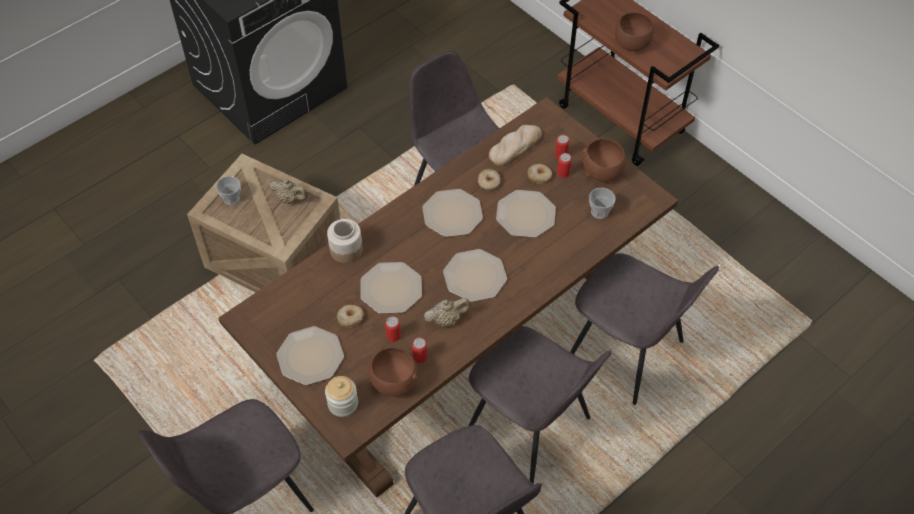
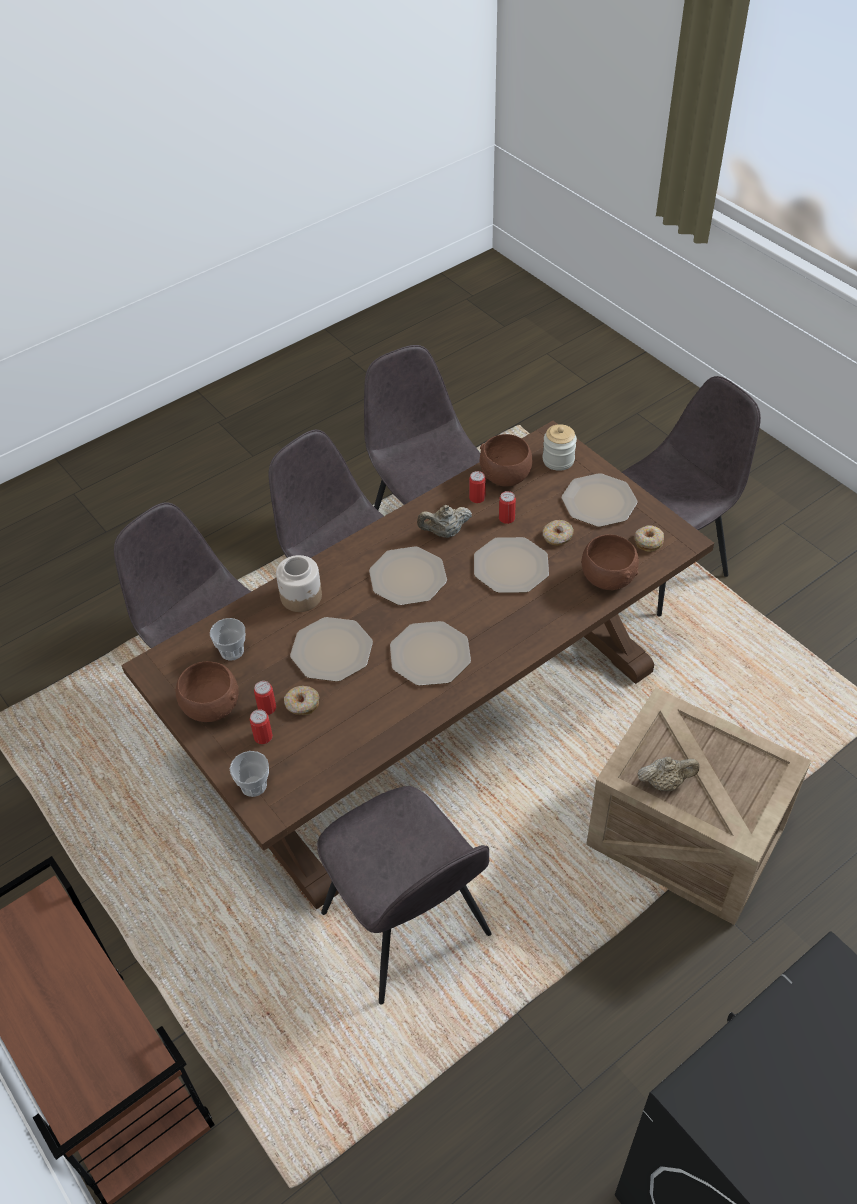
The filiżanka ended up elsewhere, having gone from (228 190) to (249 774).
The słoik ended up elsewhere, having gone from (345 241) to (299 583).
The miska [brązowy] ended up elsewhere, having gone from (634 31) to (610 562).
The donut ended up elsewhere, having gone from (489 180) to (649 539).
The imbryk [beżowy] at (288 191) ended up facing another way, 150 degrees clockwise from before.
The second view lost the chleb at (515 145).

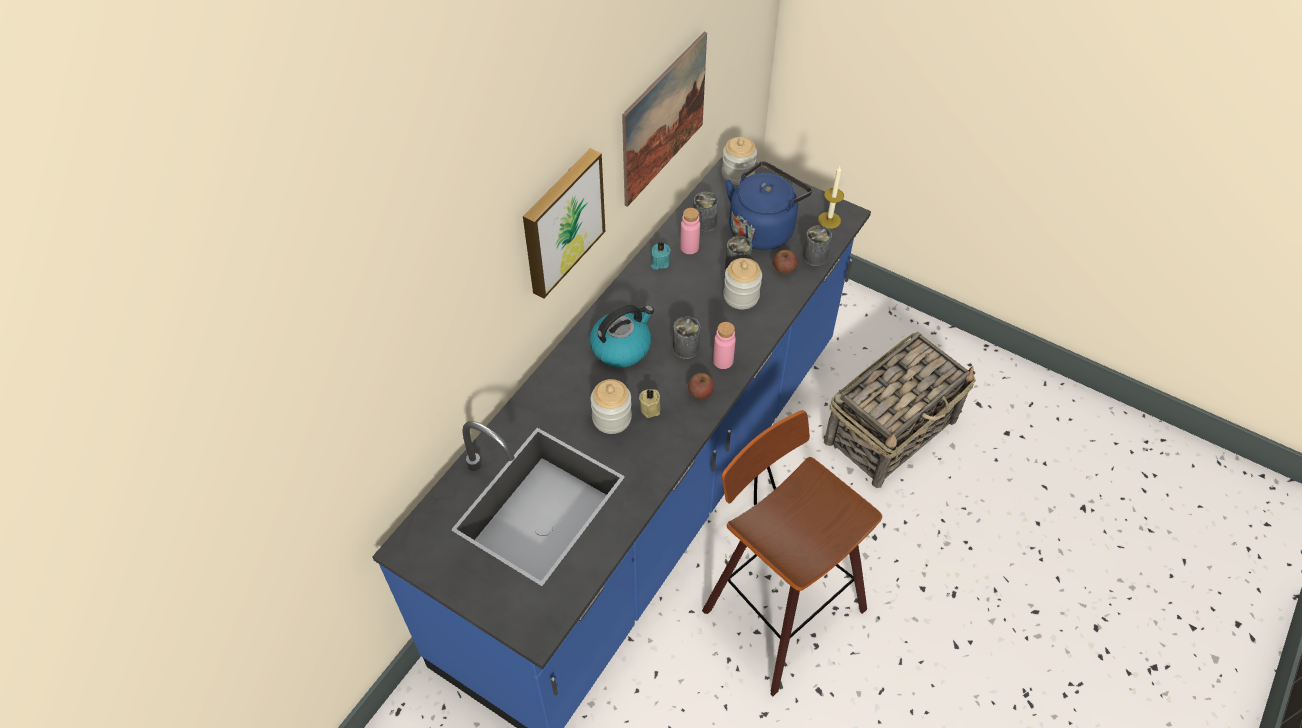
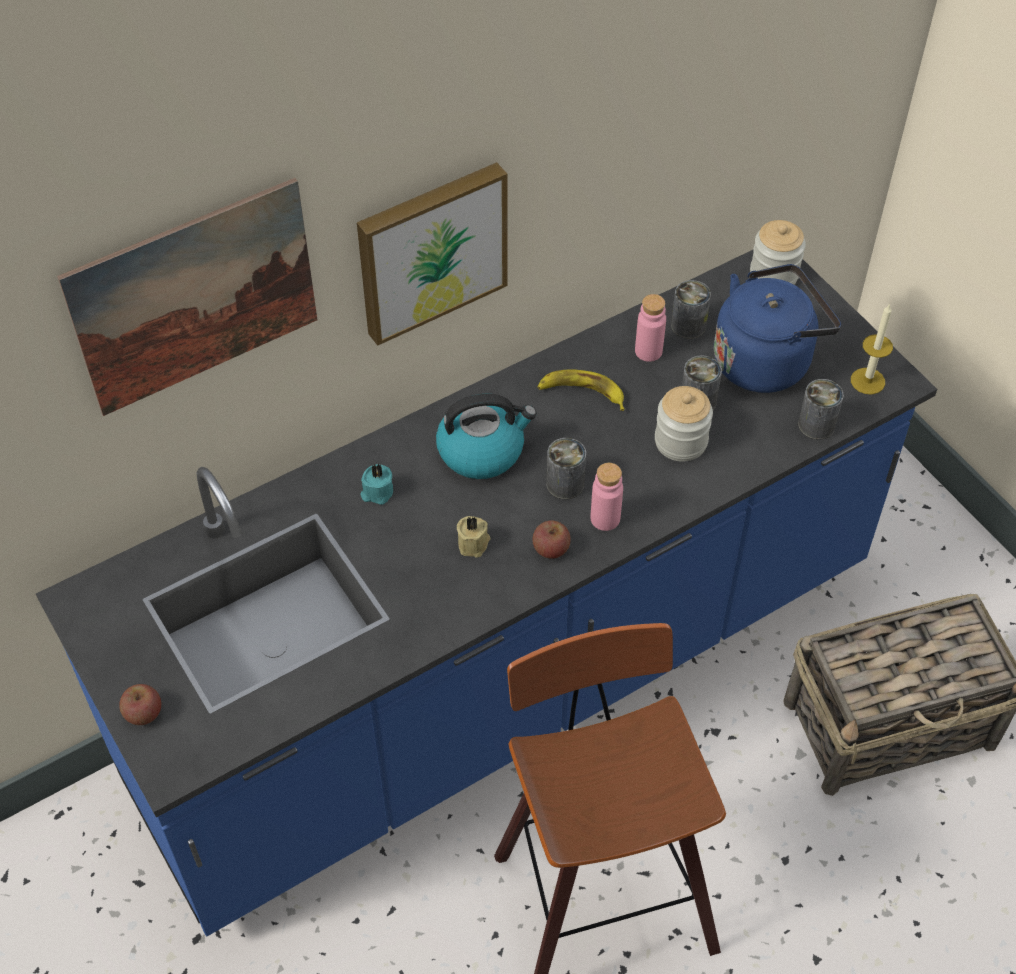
The obraz ended up elsewhere, having gone from (664 119) to (187 297).
The jabłko ended up elsewhere, having gone from (785 262) to (140 704).
The świeca [turkusowy] ended up elsewhere, having gone from (661 256) to (377 484).
The second view gained the banan at (581 390).
The second view lost the słoik at (611 406).

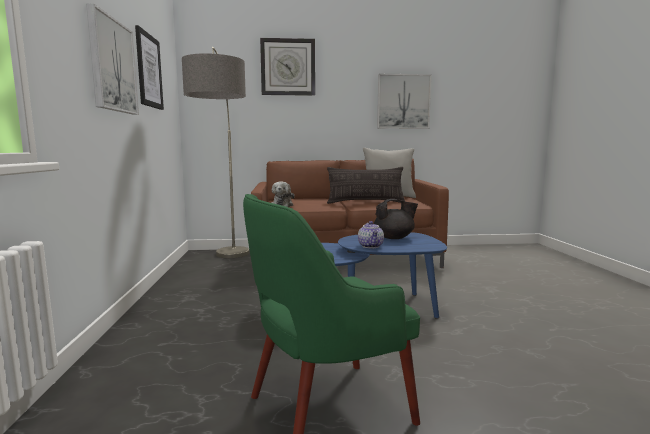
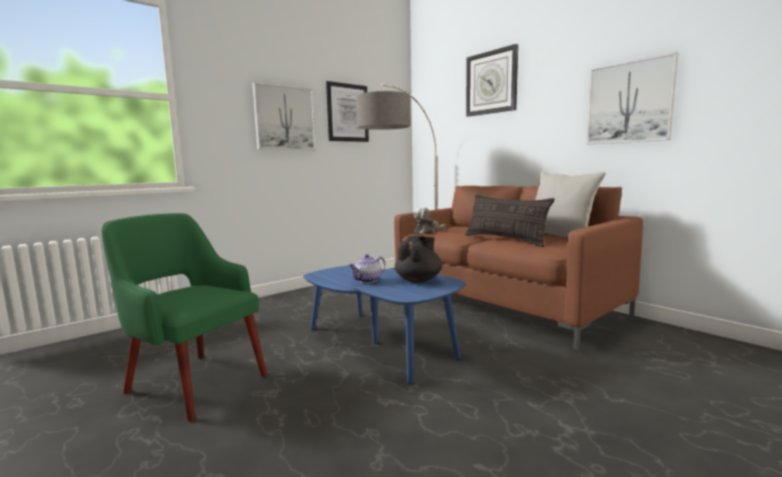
The imbryk [czarny] at (396 219) ended up facing another way, 105 degrees counterclockwise from before.

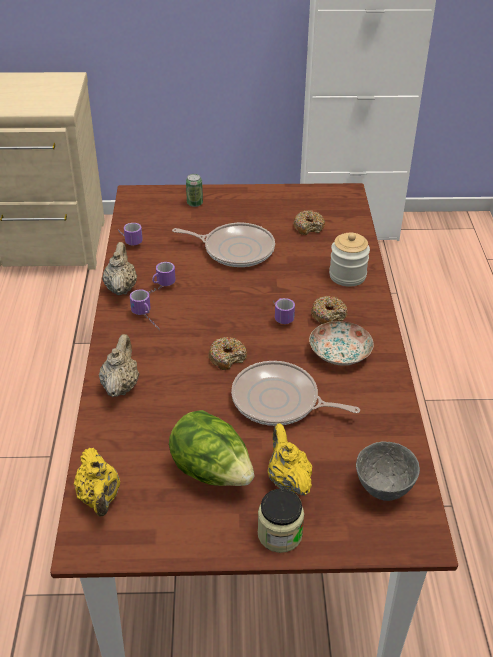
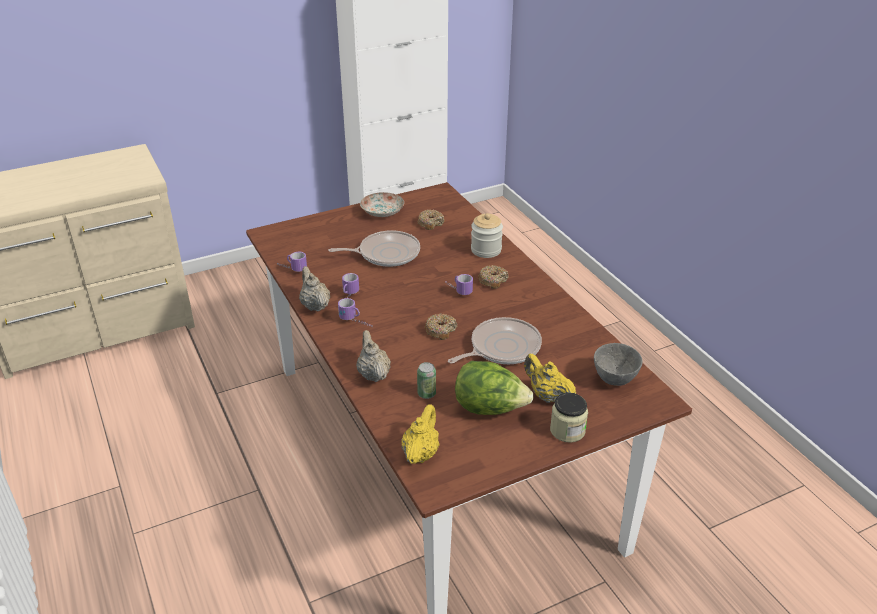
The talerz ended up elsewhere, having gone from (341 343) to (382 204).
The imbryk [żółty] at (97 482) ended up facing another way, 120 degrees counterclockwise from before.
The puszka ended up elsewhere, having gone from (194 190) to (426 380).
The patelnia at (295 393) ended up facing another way, 150 degrees clockwise from before.

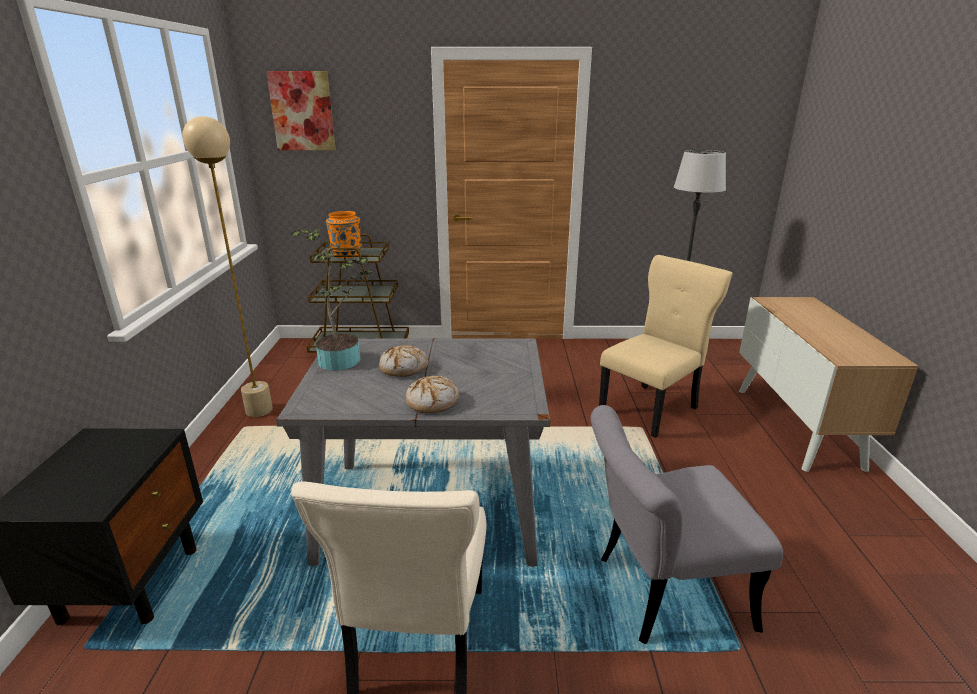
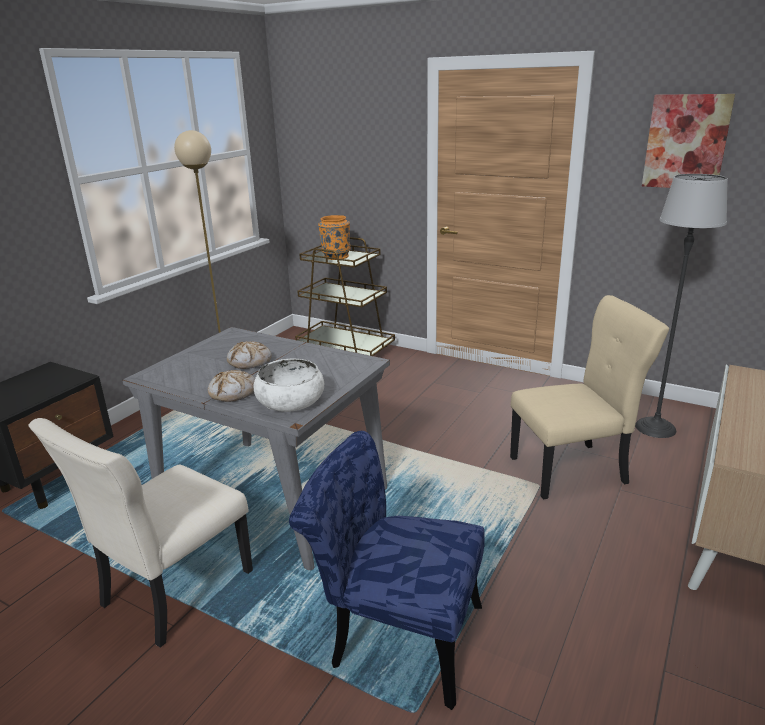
The second view gained the miska [biały] at (288 385).
What was the krzesło [szary] at (686 524) turned into the krzesło [niebieski] at (387 570).
The obraz ended up elsewhere, having gone from (301 110) to (688 141).
The second view lost the roślina doniczkowa at (331 300).

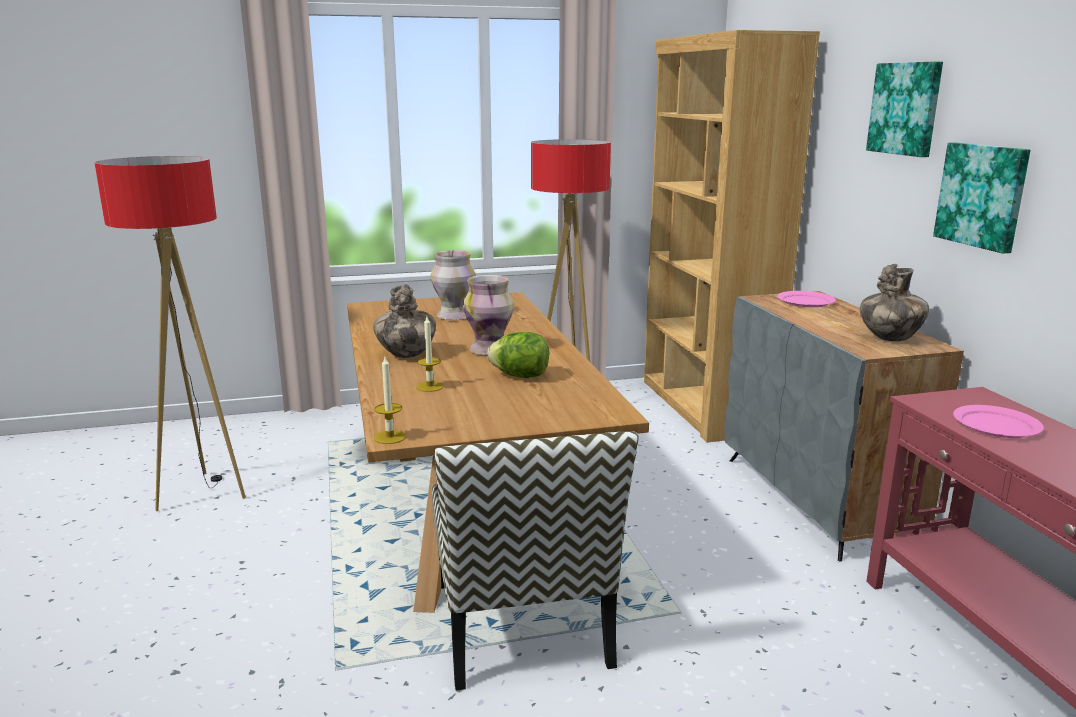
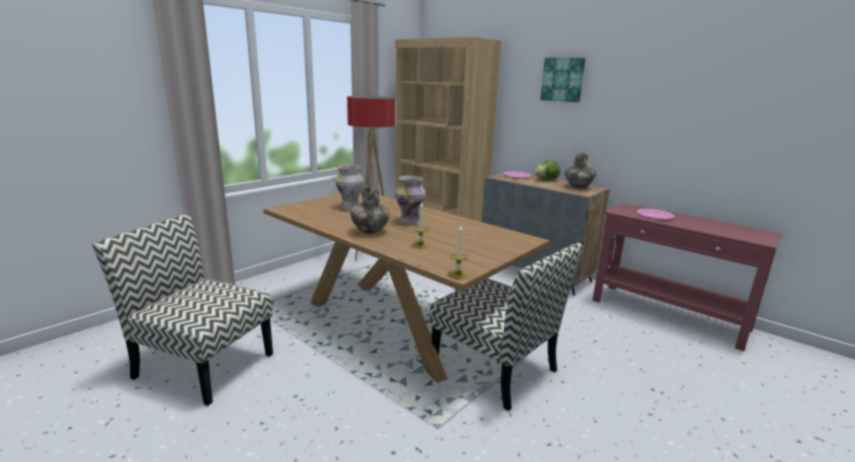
Where the lampa stojąca stood at (170 333), the krzesło came to stand at (182 310).
The sałata ended up elsewhere, having gone from (518 355) to (547 170).
The second view lost the obraz at (981 198).

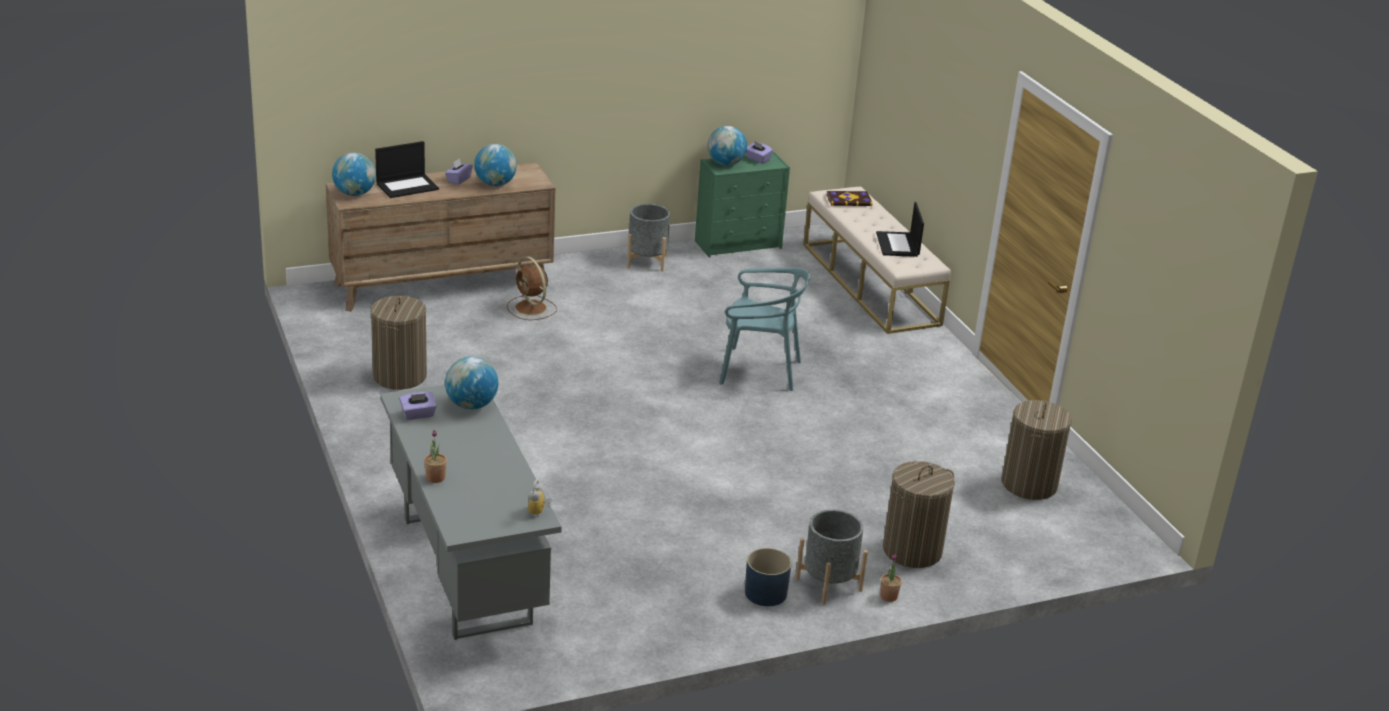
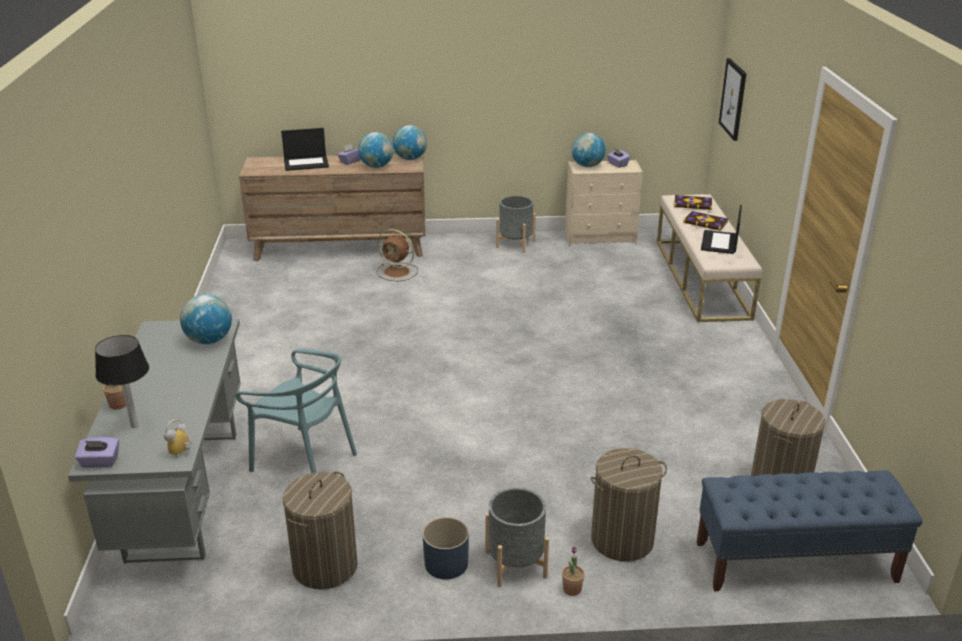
The pudełko chusteczek [fioletowy] ended up elsewhere, having gone from (418 406) to (97 452).
The second view gained the lampa stołowa at (122 381).
The krzesło [turkusowy] ended up elsewhere, having gone from (764 329) to (296 411).
The kosz na pranie ended up elsewhere, having gone from (399 343) to (320 531).
The wentylator [brązowy] at (532 288) ended up facing another way, 45 degrees counterclockwise from before.
The globus ended up elsewhere, having gone from (354 174) to (410 142).
What was the komoda [zielony] at (742 205) turned into the komoda [beżowy] at (604 202).
The second view gained the książka at (705 221).
The second view gained the ławka [niebieski] at (809 530).
The second view gained the obraz at (732 99).

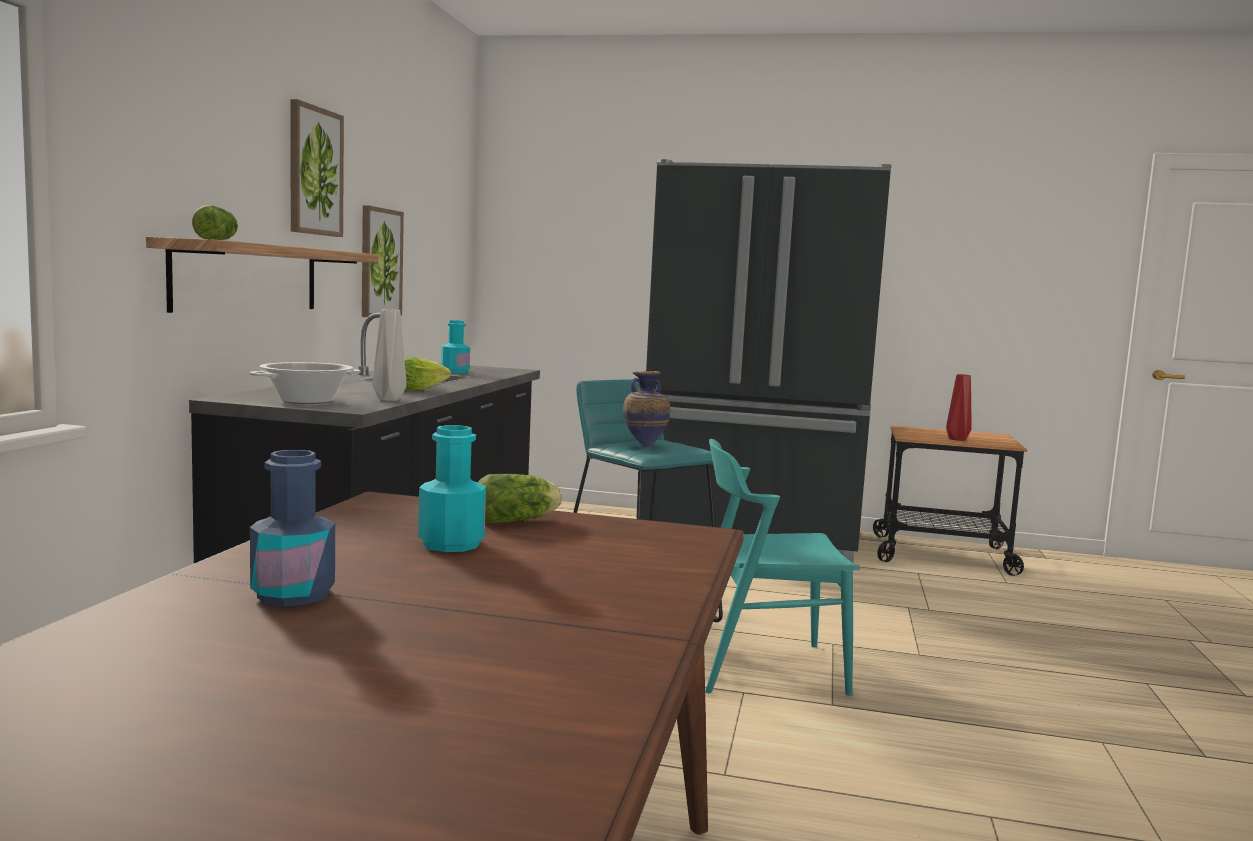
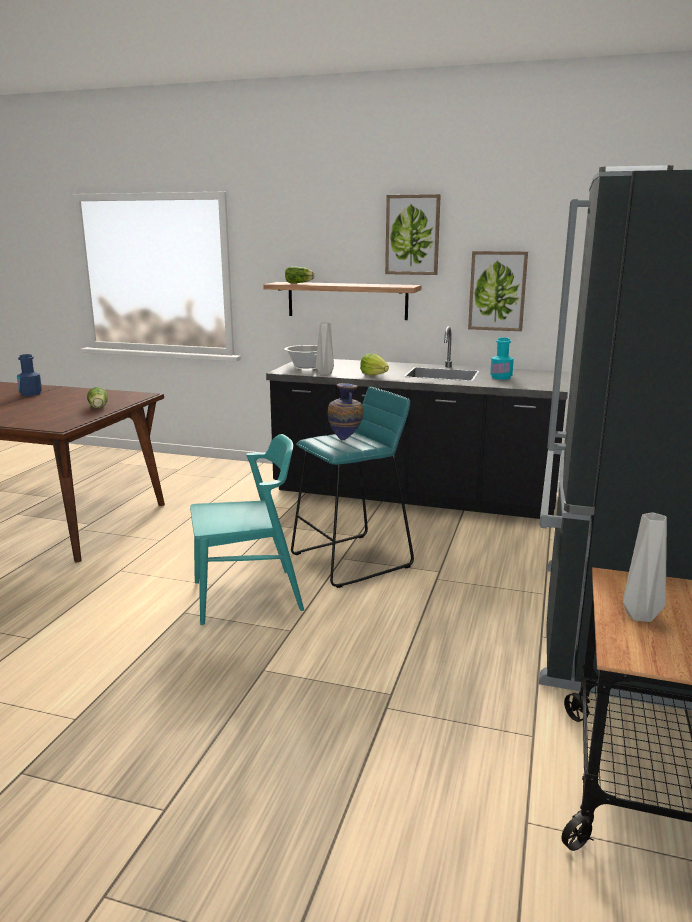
The krzesło [turkusowy] at (782 567) ended up facing another way, 75 degrees clockwise from before.
What was the wazon [czerwony] at (959 407) turned into the wazon [szary] at (645 567).
The second view lost the butelka [turkusowy] at (452 488).

